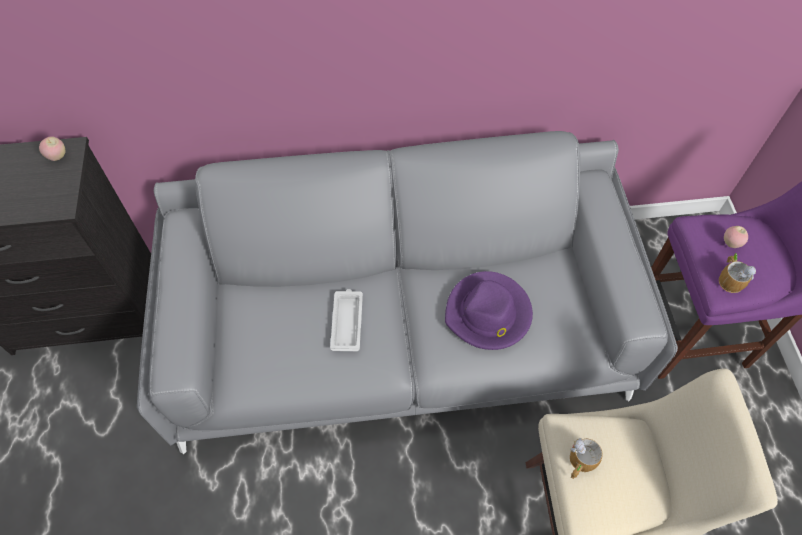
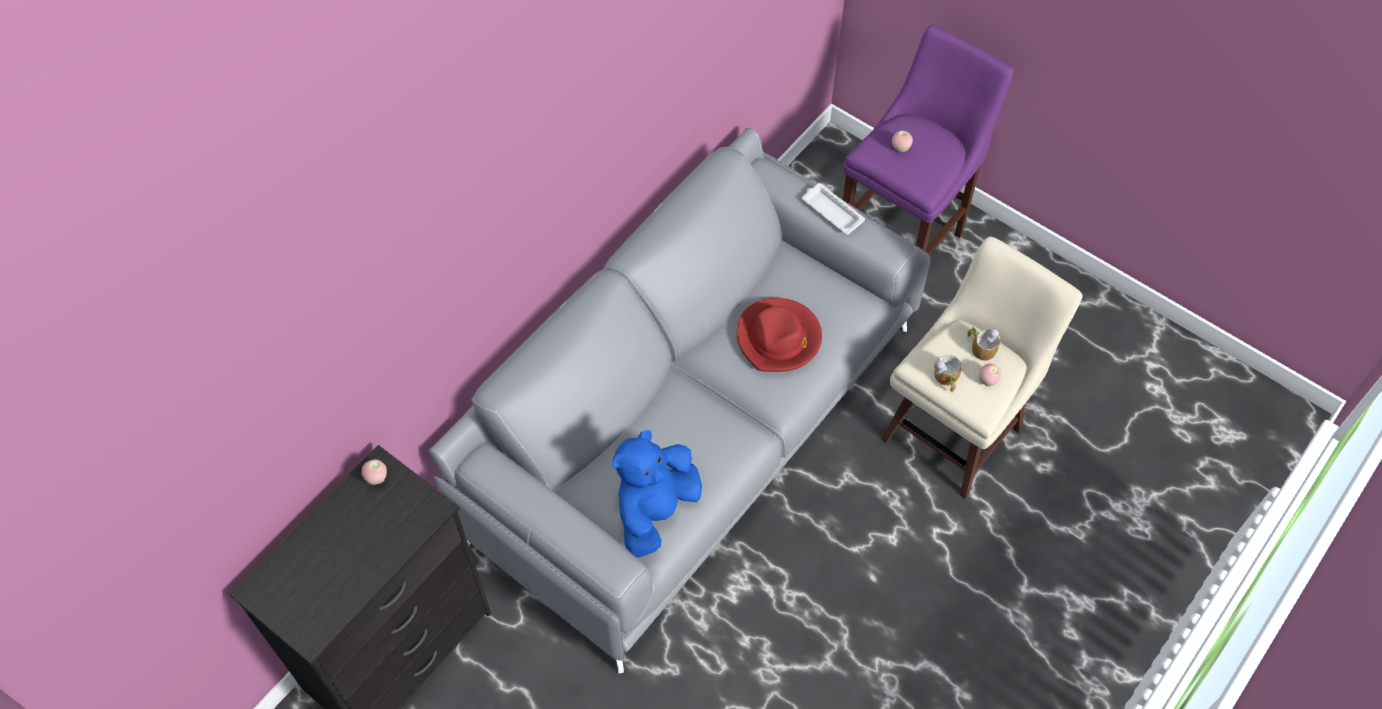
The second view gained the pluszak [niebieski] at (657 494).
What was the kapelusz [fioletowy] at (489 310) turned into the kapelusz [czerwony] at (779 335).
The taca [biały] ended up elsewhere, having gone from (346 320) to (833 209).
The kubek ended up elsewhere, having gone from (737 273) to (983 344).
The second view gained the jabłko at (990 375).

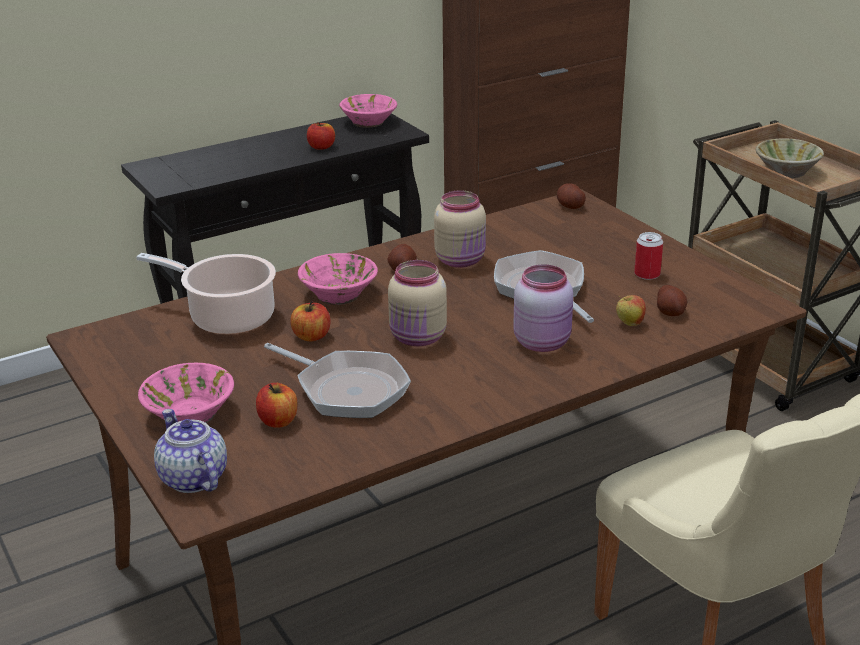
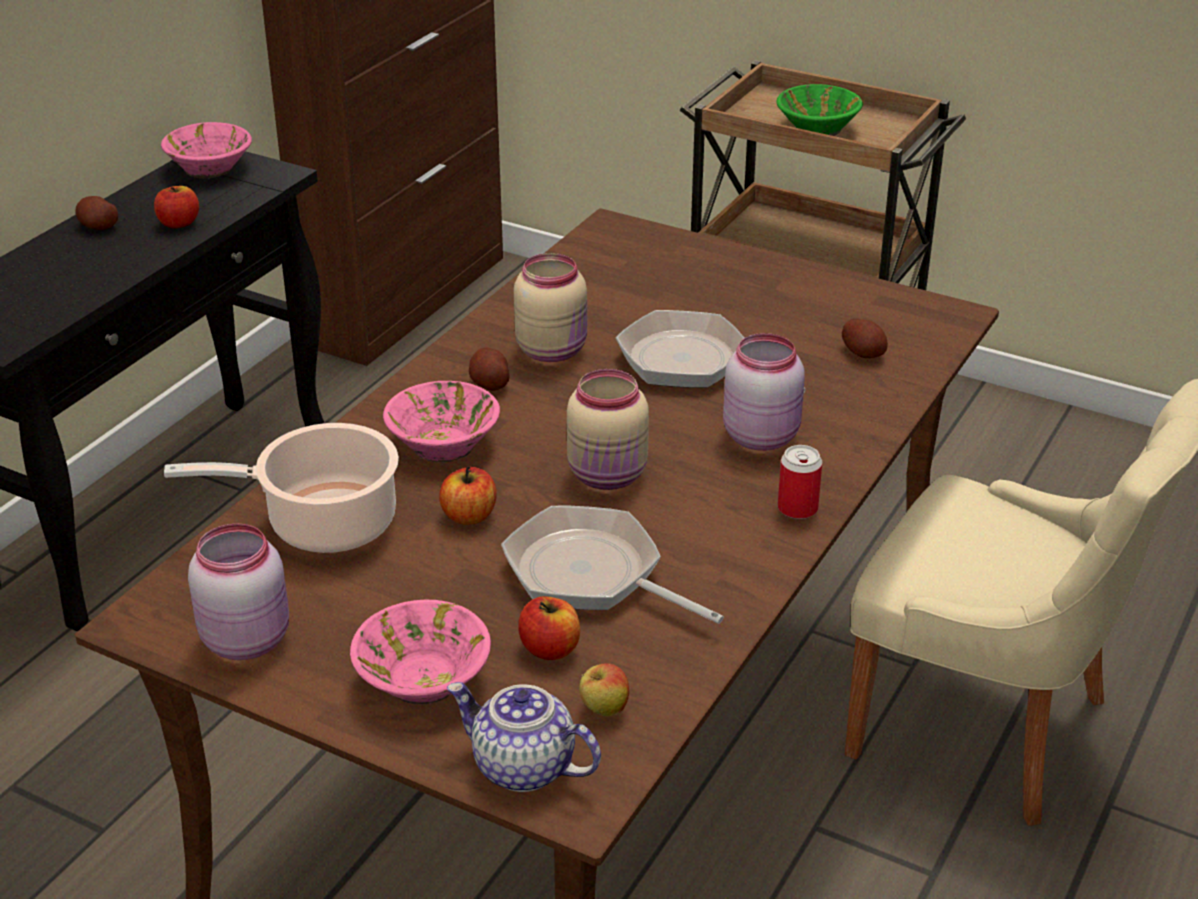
The ziemniak ended up elsewhere, having gone from (571 196) to (96 213).
The second view gained the słoik [różowy] at (238 591).
The patelnia at (337 380) ended up facing another way, 150 degrees counterclockwise from before.
The jabłko ended up elsewhere, having gone from (631 310) to (604 689).
What was the miska [beżowy] at (790 158) turned into the miska [zielony] at (819 110).
The puszka ended up elsewhere, having gone from (648 256) to (800 482).

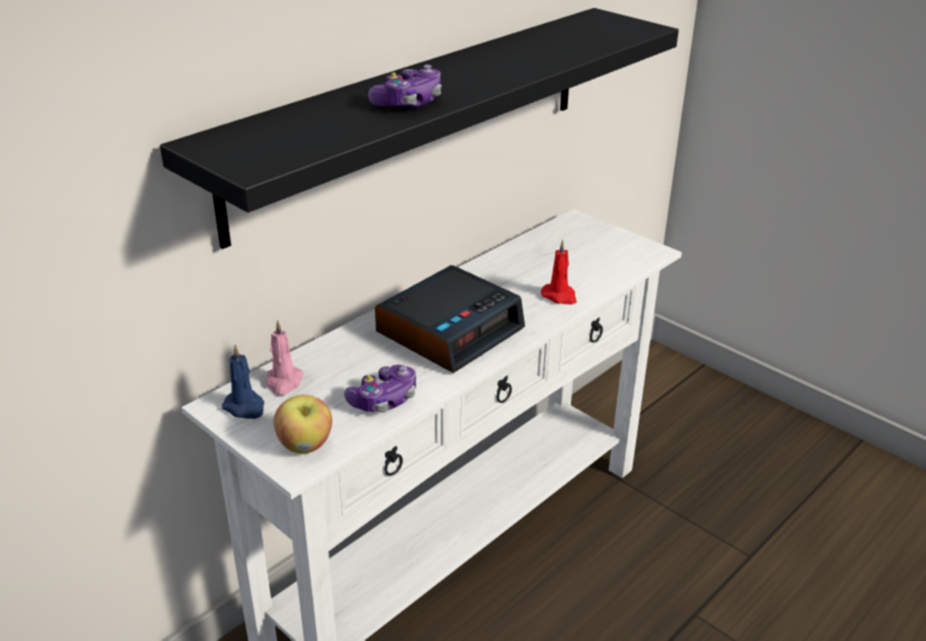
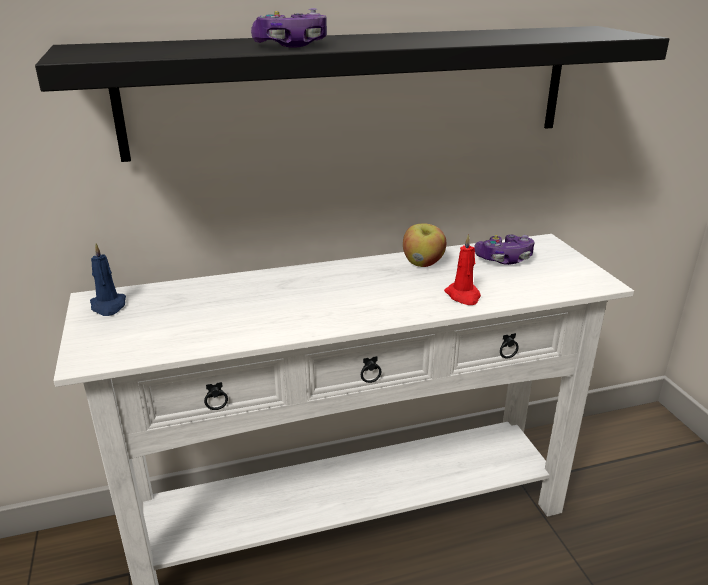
The jabłko ended up elsewhere, having gone from (303 424) to (424 245).
The pad do gier ended up elsewhere, having gone from (380 388) to (504 250).
The second view lost the świeca [różowy] at (285 358).
The second view lost the budzik at (450 319).

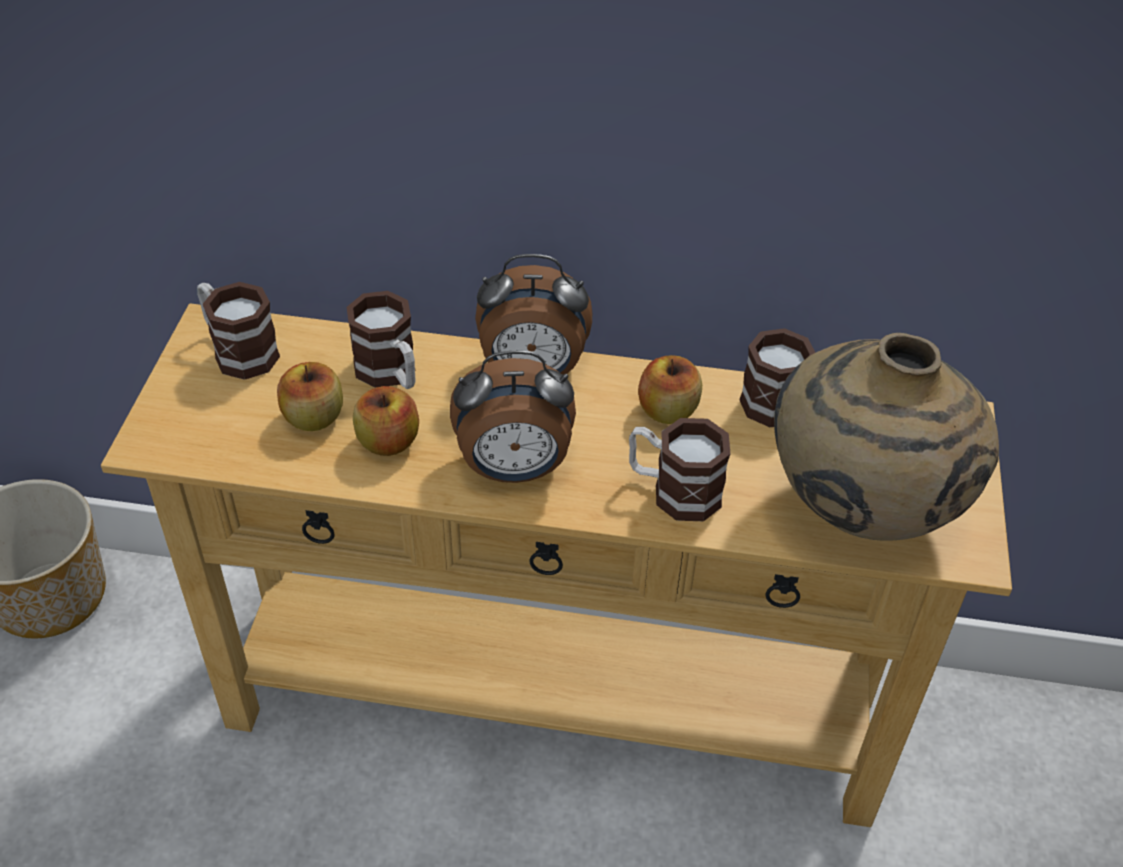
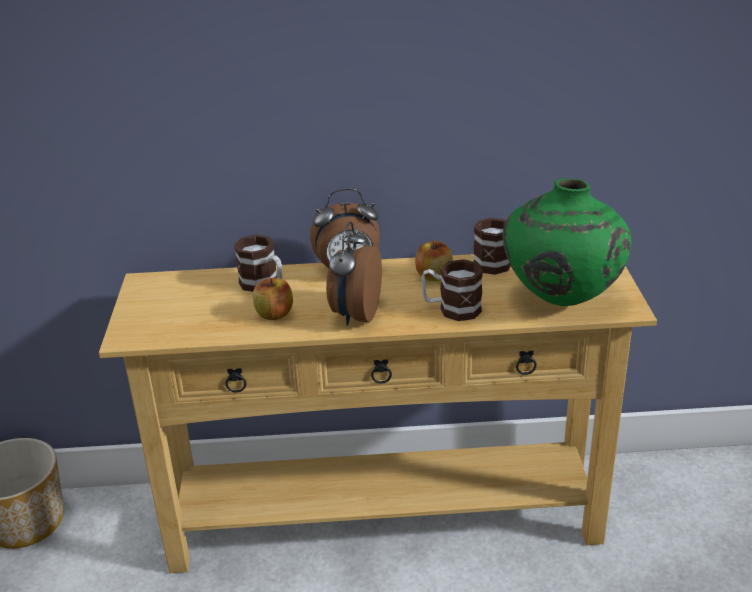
The budzik at (513 417) ended up facing another way, 120 degrees clockwise from before.
What was the wazon [beżowy] at (886 437) turned into the wazon [zielony] at (567 242).
The second view lost the kubek at (238 331).
The second view lost the jabłko at (310 396).

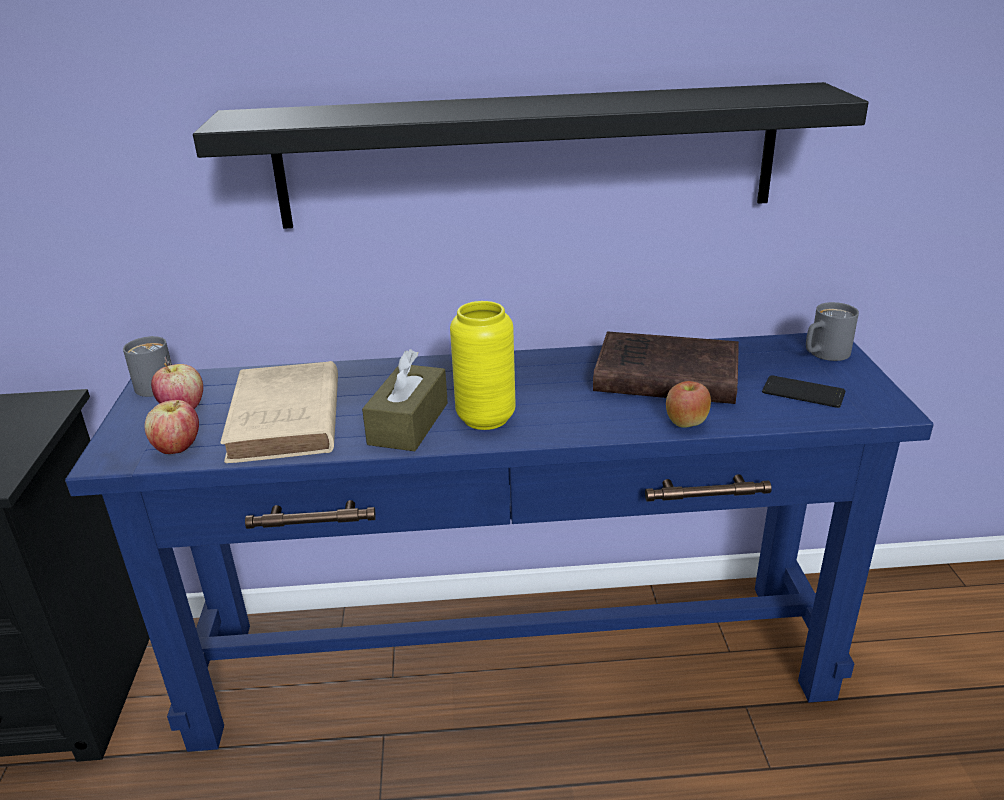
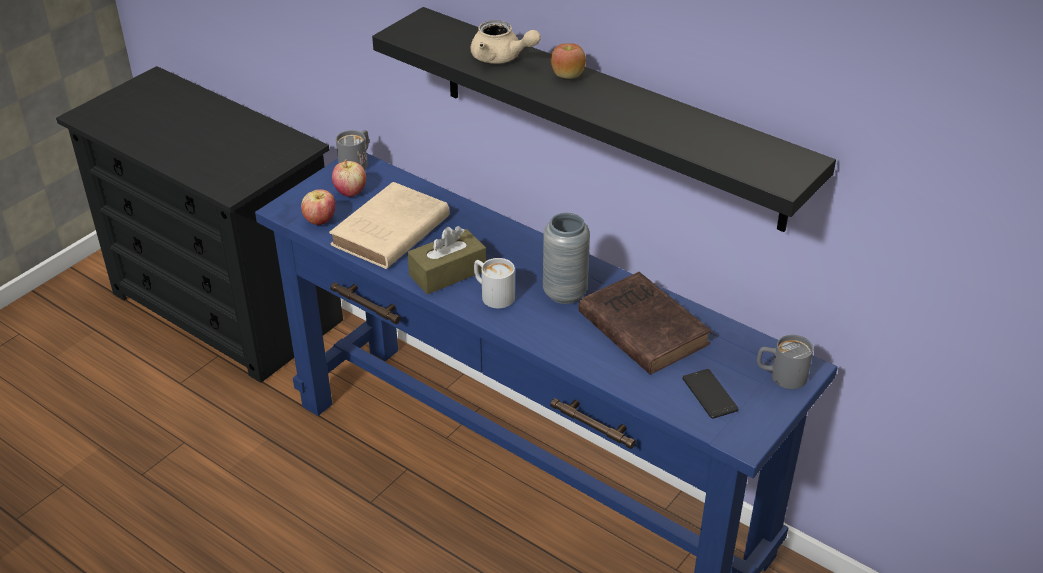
The second view gained the imbryk [beżowy] at (506 42).
Where the wazon [żółty] stood at (483 365), the kubek [biały] came to stand at (494 283).
The second view gained the wazon [szary] at (566 258).
The jabłko ended up elsewhere, having gone from (688 404) to (568 61).

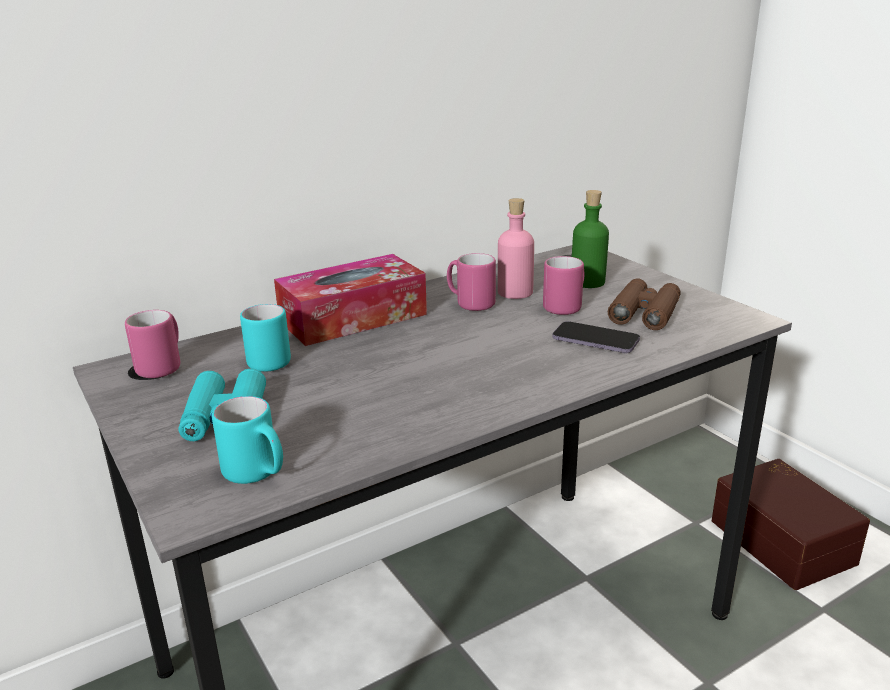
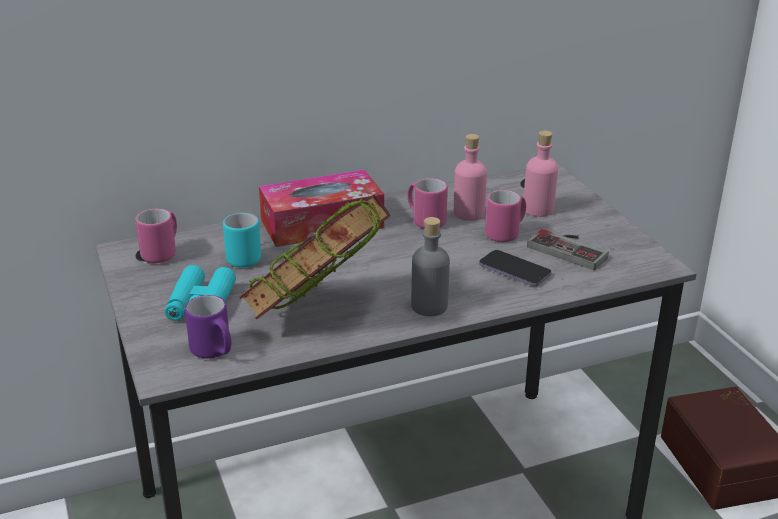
What was the kubek [turkusowy] at (247 440) turned into the kubek [fioletowy] at (208 327).
The second view gained the książka at (315 257).
The second view gained the butelka [szary] at (430 266).
What was the butelka [zielony] at (590 239) turned into the butelka [różowy] at (541 174).
Where the lornetka [brązowy] stood at (644 304), the pad do gier came to stand at (568 249).

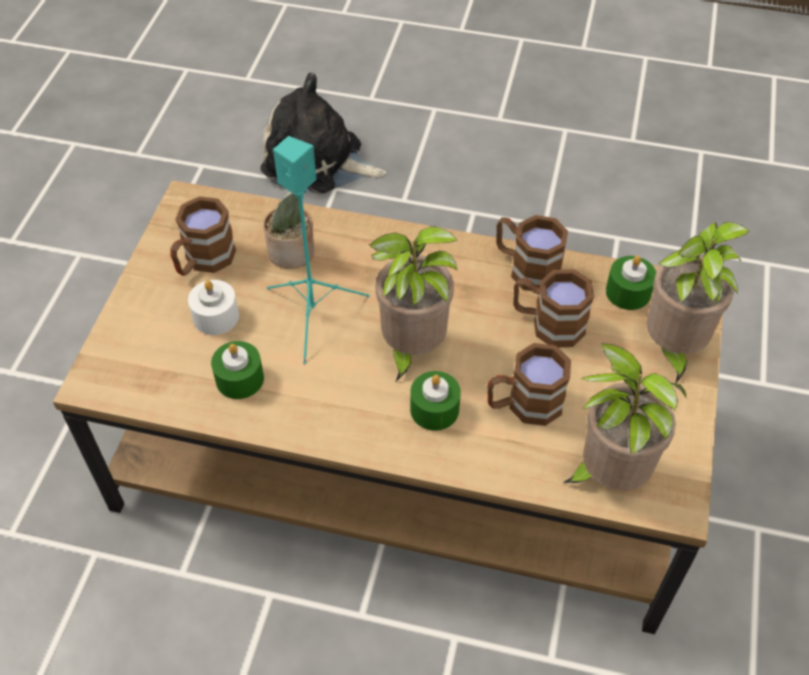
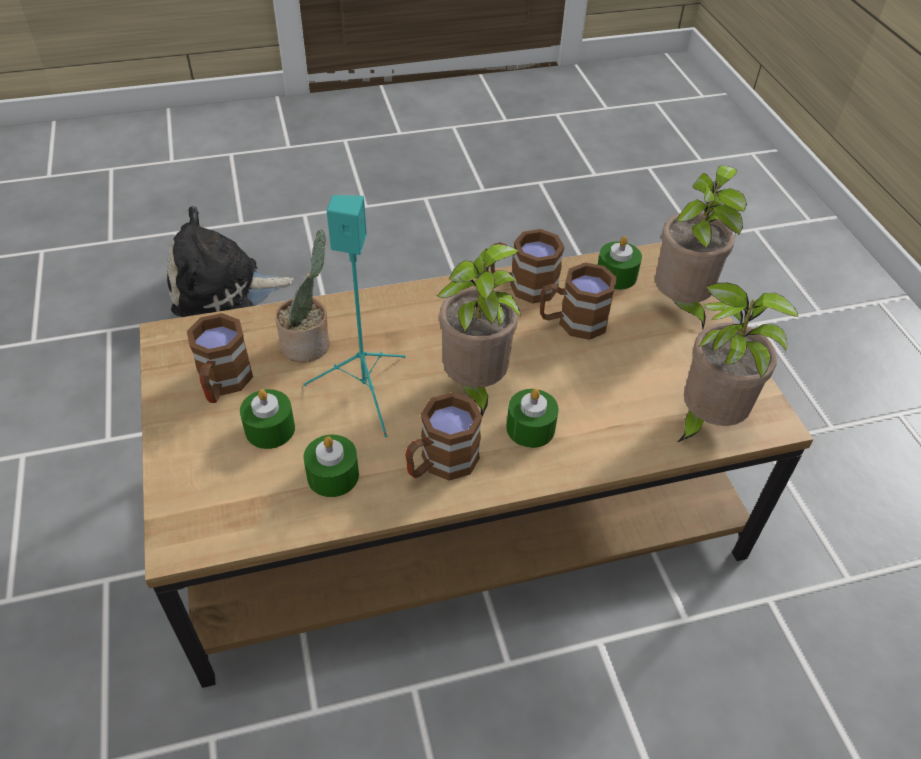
What was the świeca [biały] at (213 307) turned into the świeca [zielony] at (267 419).
The kubek [brązowy] ended up elsewhere, having gone from (529 384) to (443 436).

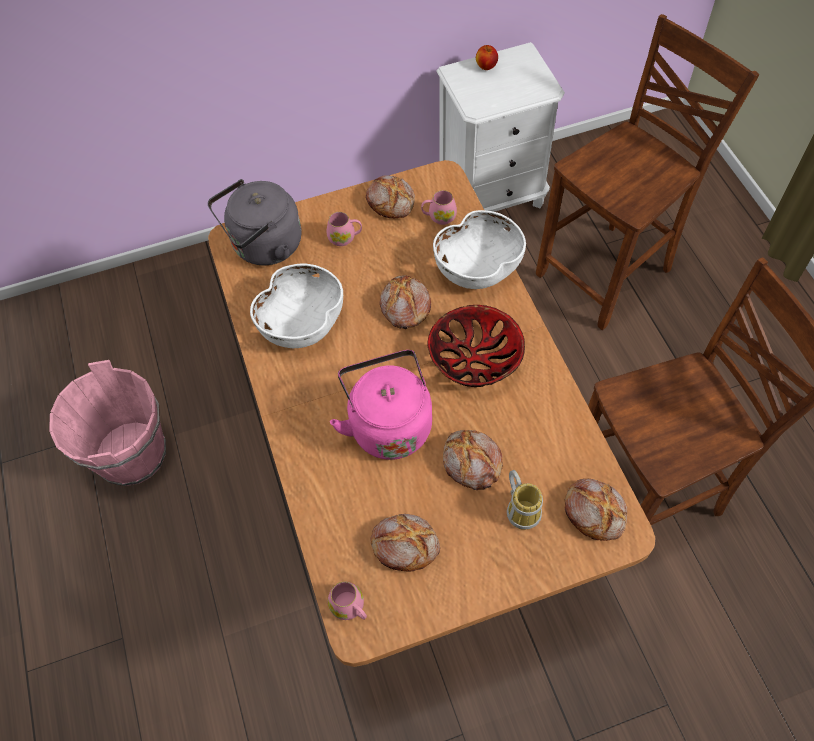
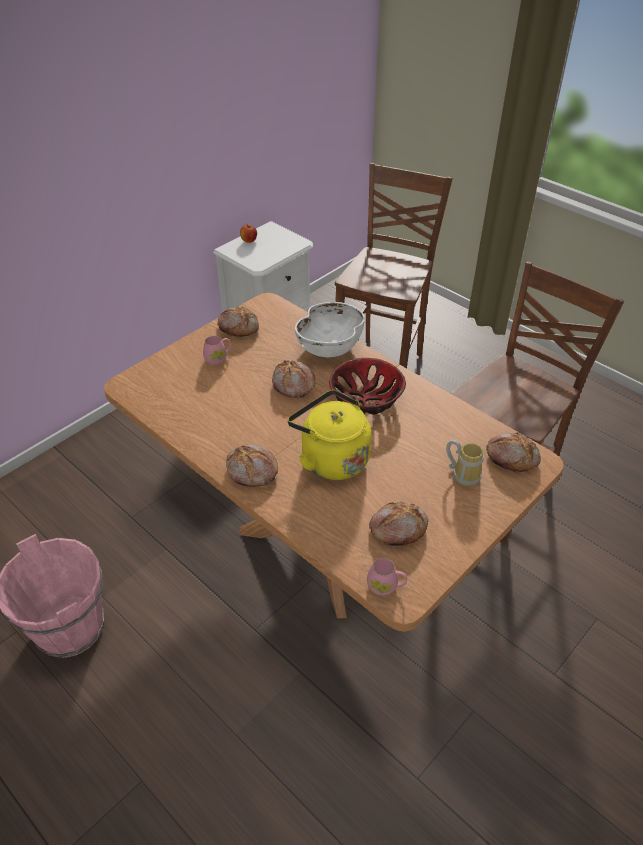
The chleb ended up elsewhere, having gone from (473 460) to (252 465).
What was the czajnik [różowy] at (381 405) turned into the czajnik [żółty] at (329 435).
The second view lost the czajnik [szary] at (255 222).
The second view lost the miska [biały] at (296 305).
The second view lost the kubek [różowy] at (439 207).

